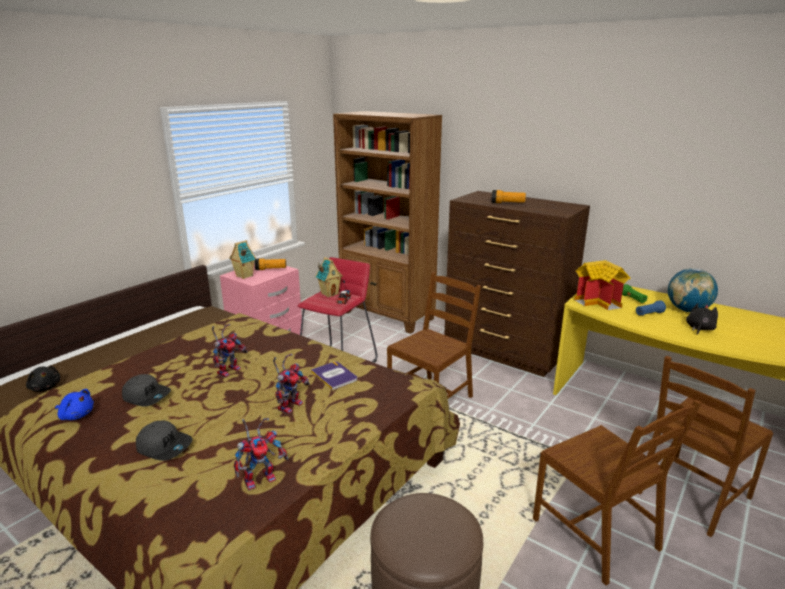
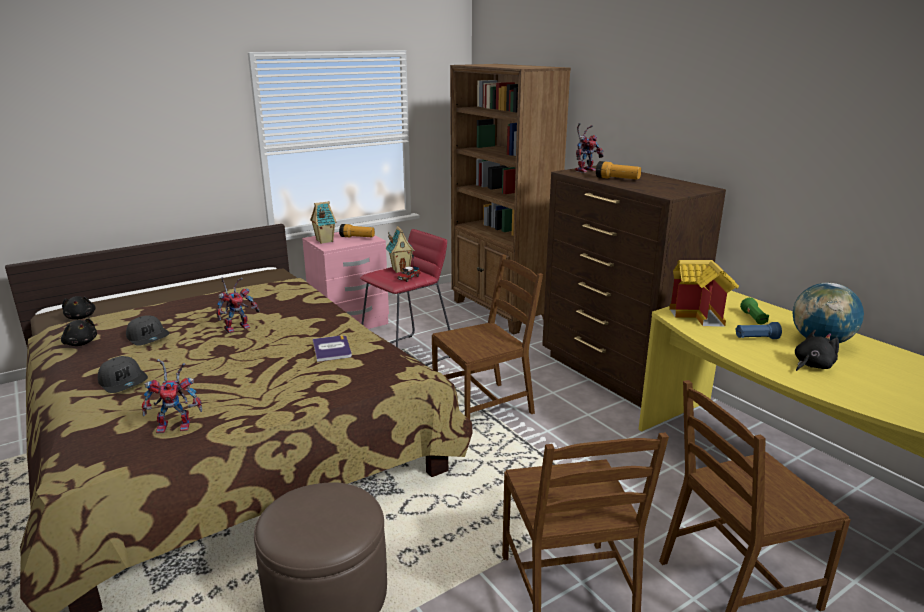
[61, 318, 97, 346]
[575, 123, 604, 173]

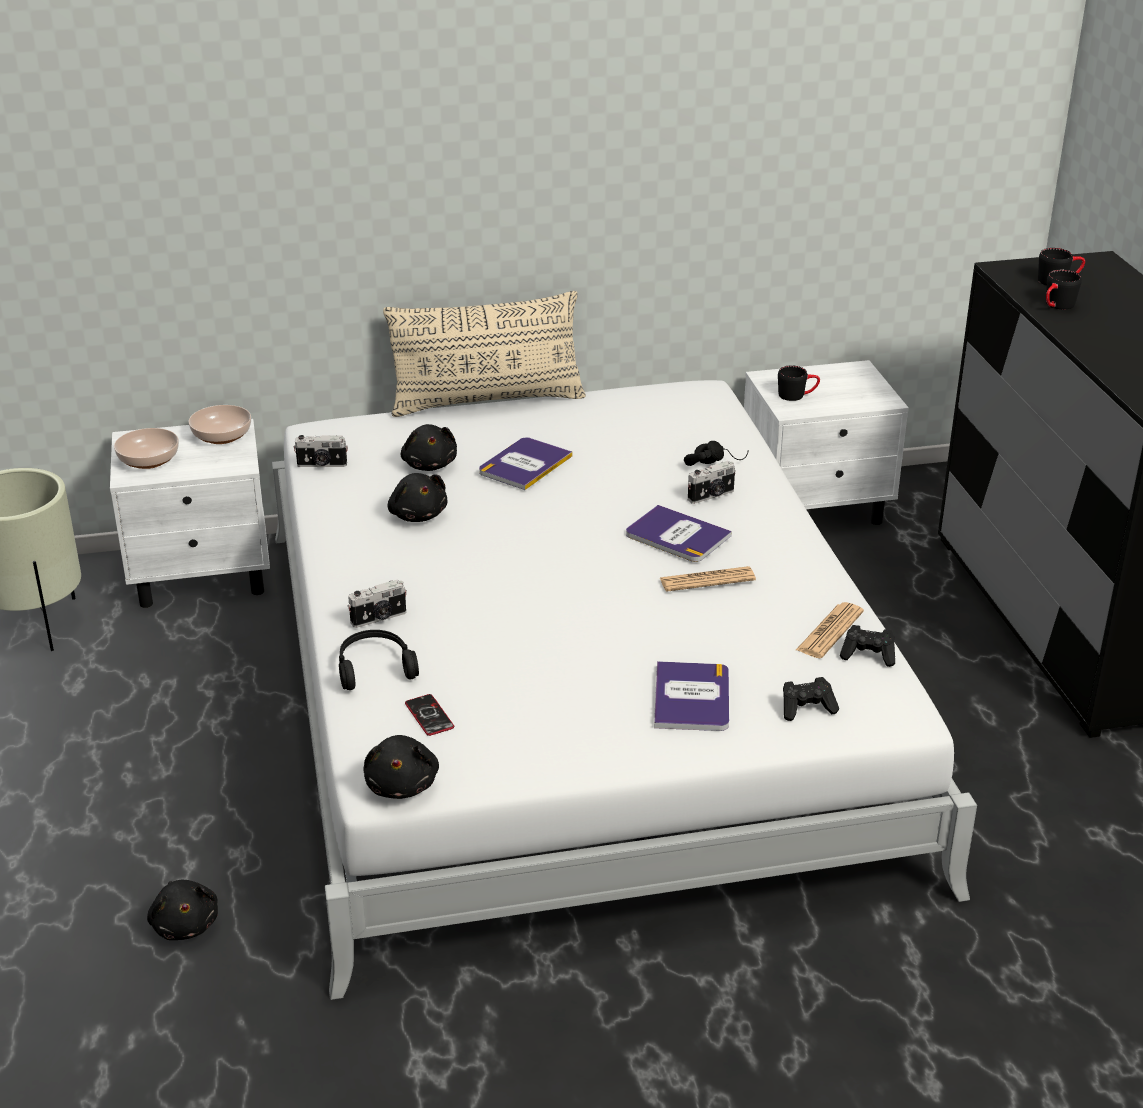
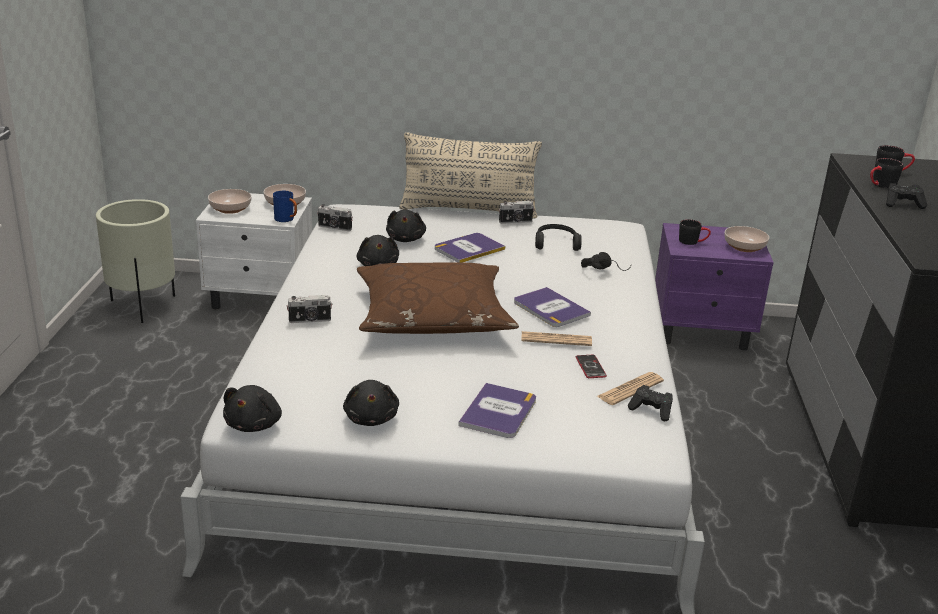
[343, 380, 399, 426]
[535, 224, 582, 251]
[575, 355, 607, 378]
[499, 201, 534, 224]
[655, 223, 774, 350]
[886, 183, 927, 209]
[273, 191, 297, 222]
[357, 263, 519, 334]
[724, 226, 769, 252]

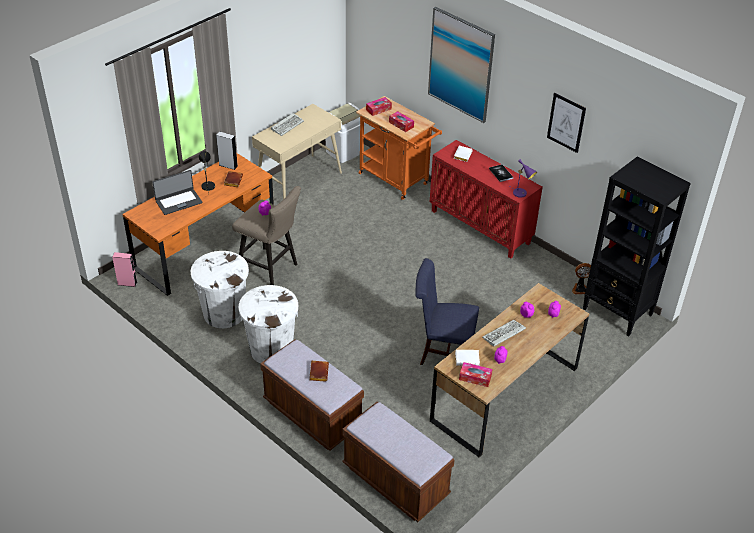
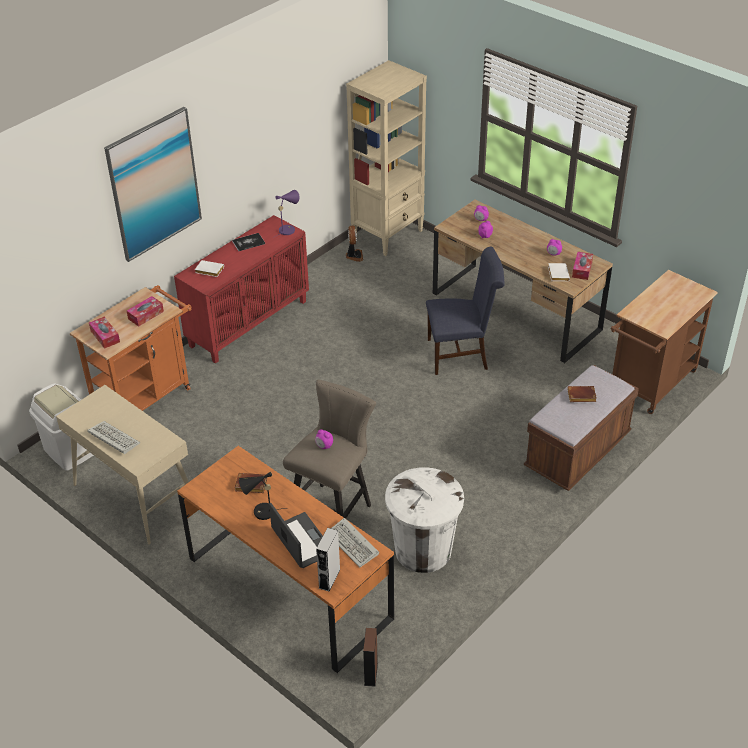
[363, 628, 378, 687]
[316, 528, 341, 592]
[238, 285, 298, 363] (first image)
[611, 270, 718, 414]
[426, 247, 505, 375]
[331, 518, 379, 567]
[547, 93, 586, 153] (first image)
[346, 60, 427, 256]

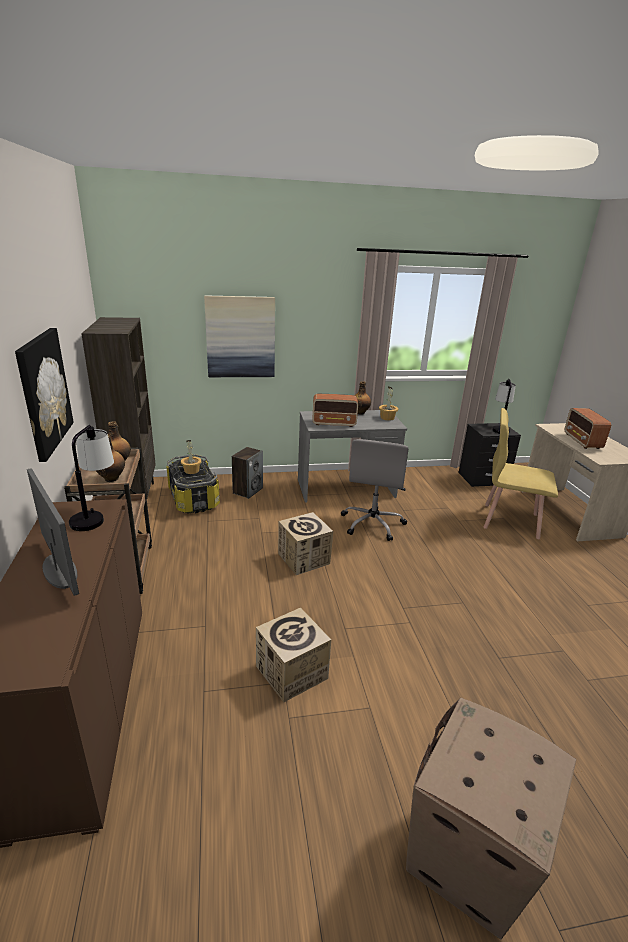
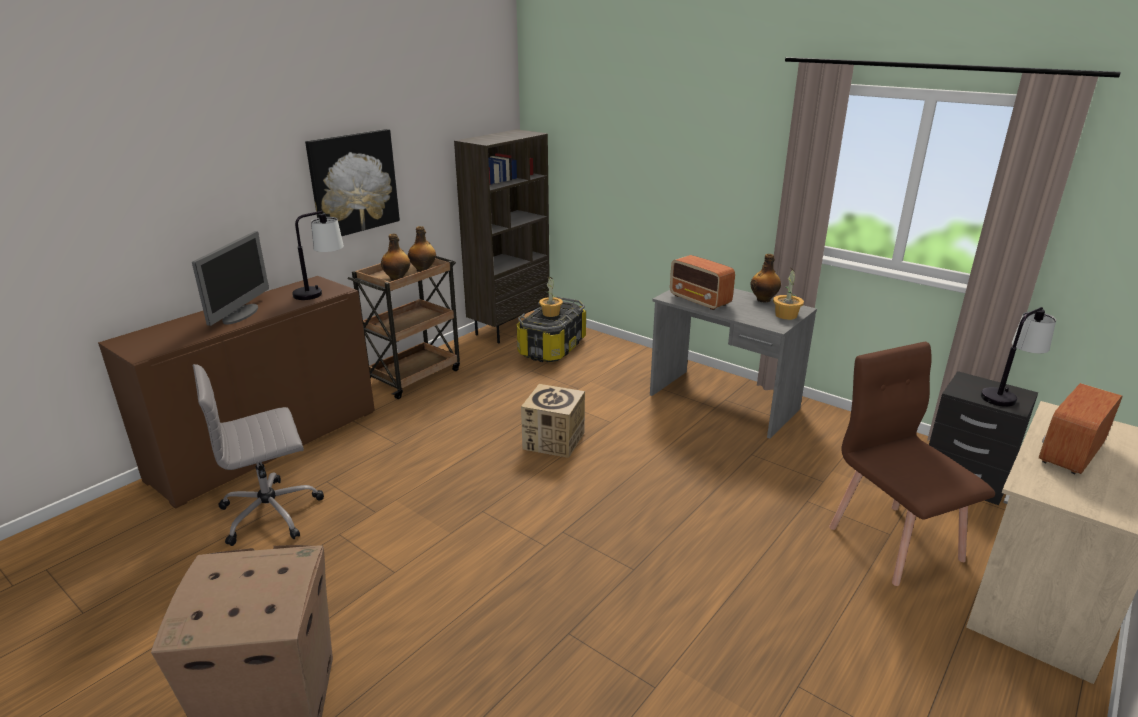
[204, 295, 275, 377] (first image)
[232, 447, 263, 499] (first image)
[256, 608, 331, 702] (first image)
[193, 364, 324, 546]
[829, 342, 995, 586]

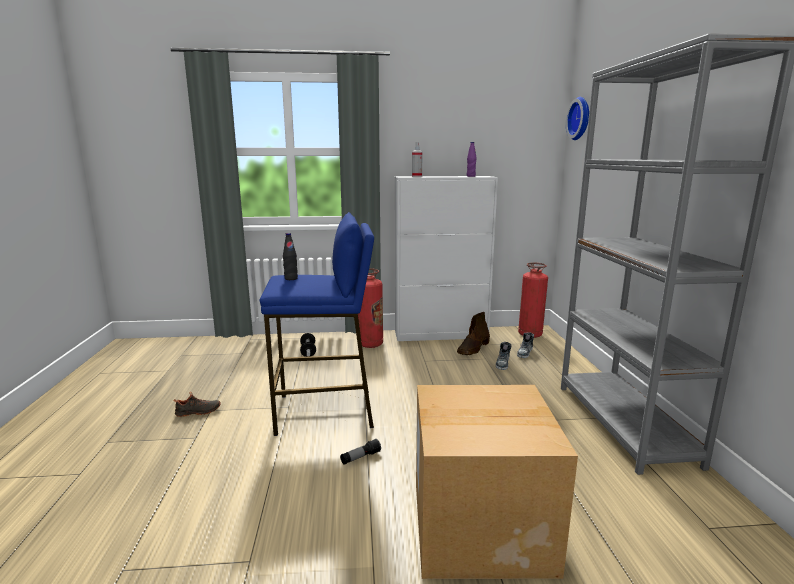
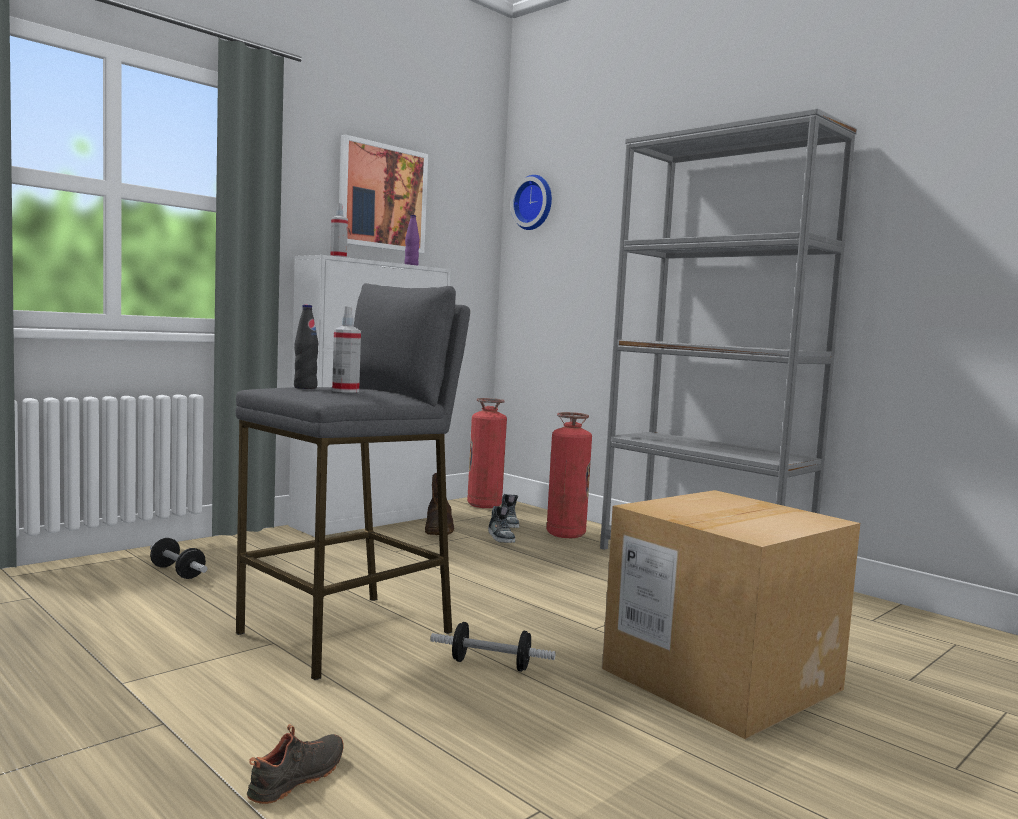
[247, 724, 344, 804]
[236, 283, 470, 680]
[430, 622, 556, 672]
[547, 412, 592, 538]
[332, 307, 361, 393]
[339, 134, 428, 253]

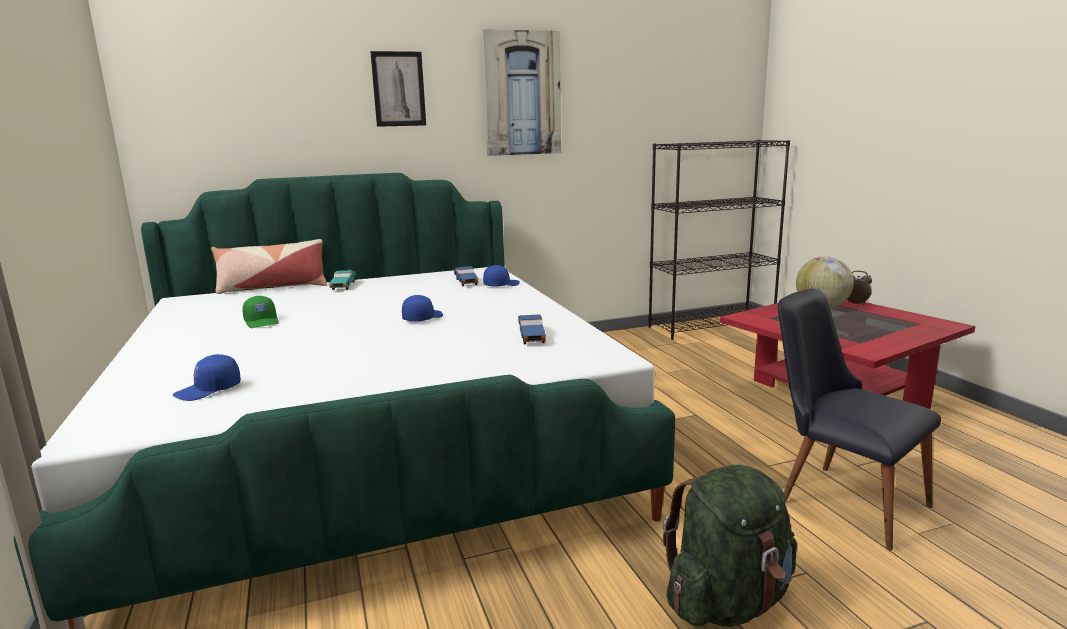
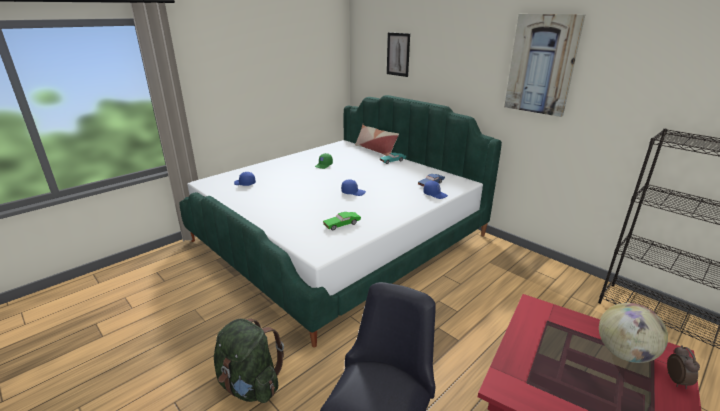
[387, 32, 410, 77]
[323, 212, 361, 230]

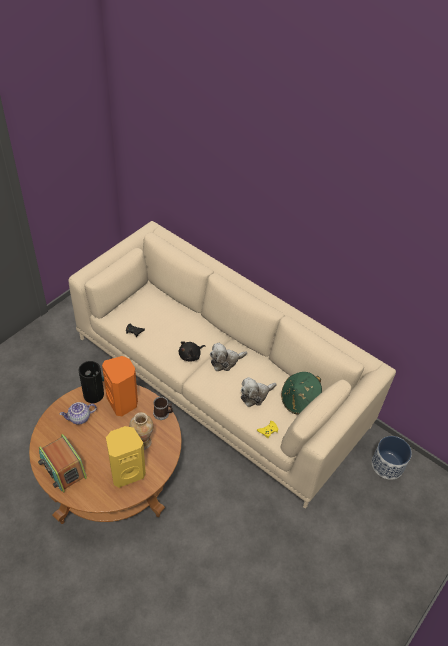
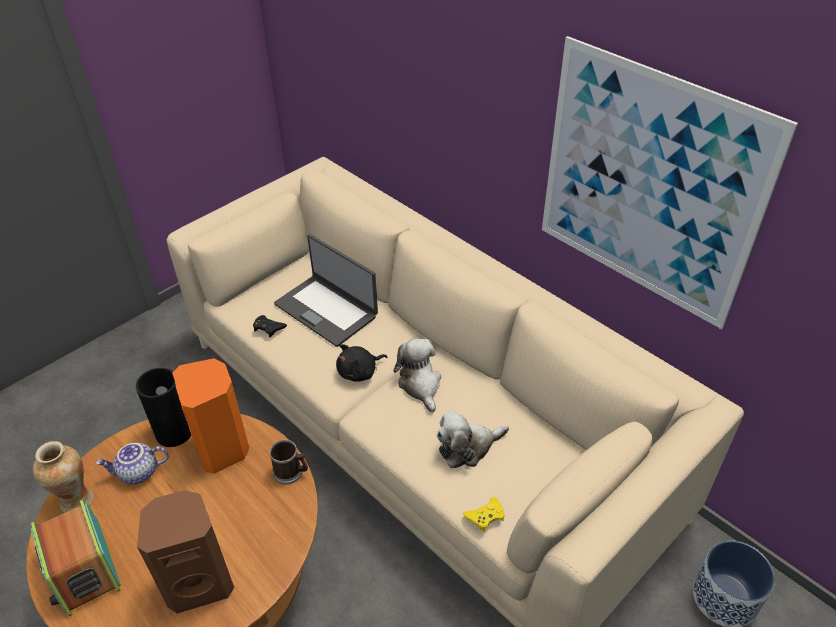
[137, 490, 234, 614]
[33, 441, 93, 512]
[393, 339, 441, 413]
[281, 372, 322, 415] (first image)
[274, 234, 378, 347]
[542, 36, 798, 329]

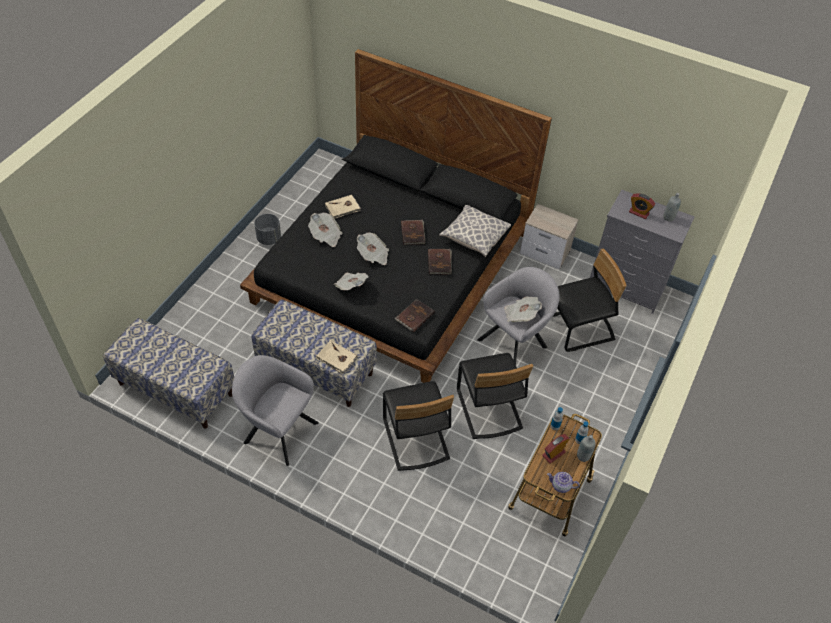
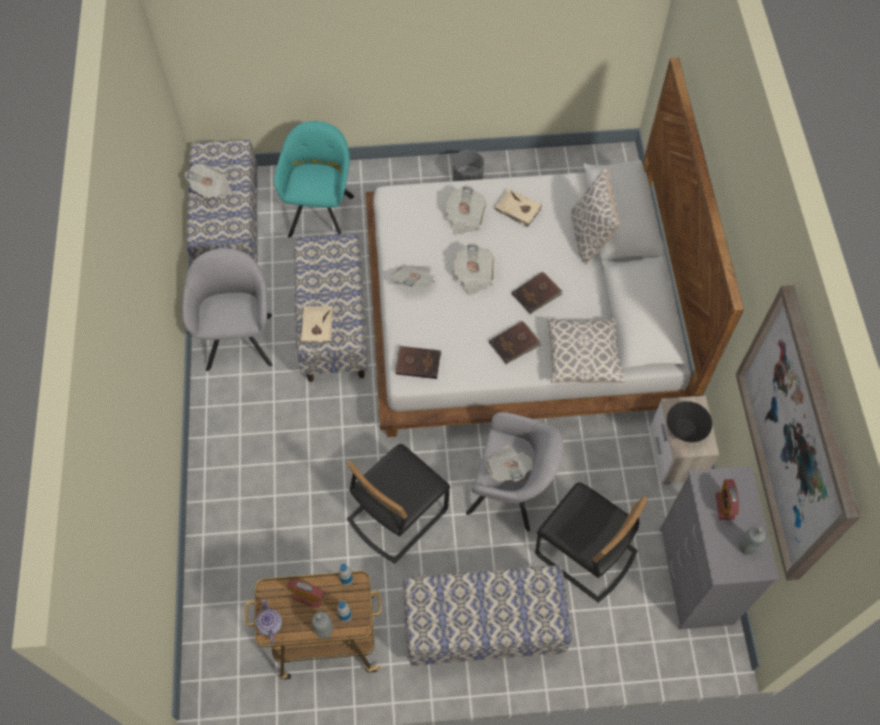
[365, 58, 744, 437]
[383, 381, 454, 471] (first image)
[185, 163, 232, 198]
[274, 121, 354, 238]
[404, 566, 572, 666]
[571, 167, 620, 263]
[667, 401, 712, 442]
[736, 285, 861, 581]

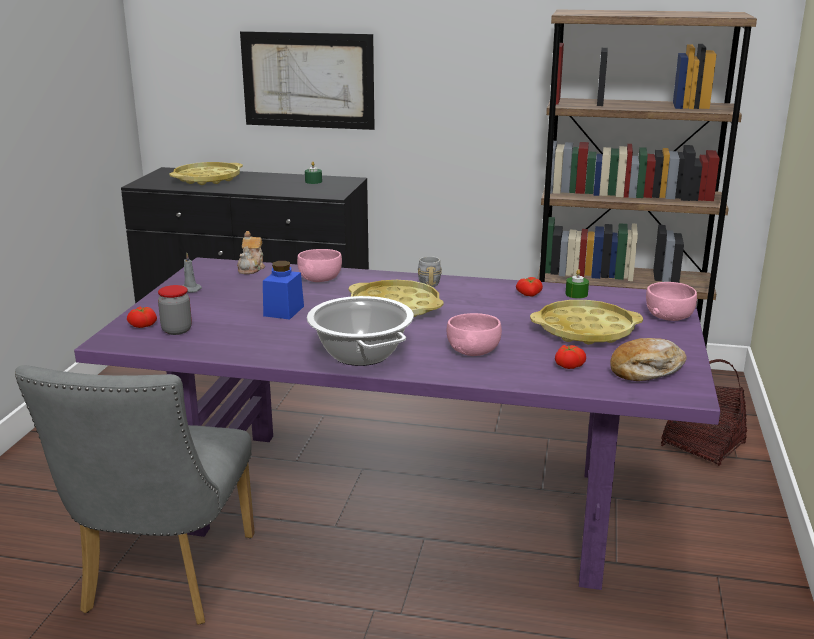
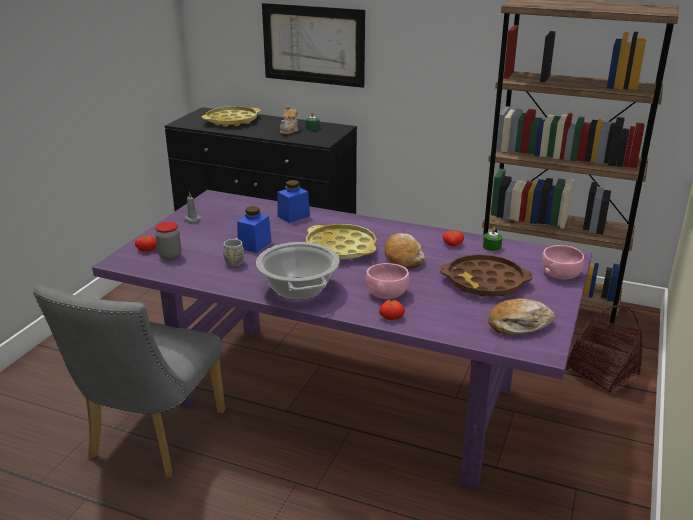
[280, 105, 299, 134]
[277, 180, 310, 223]
[223, 238, 244, 267]
[440, 254, 533, 297]
[379, 300, 405, 320]
[385, 233, 425, 268]

